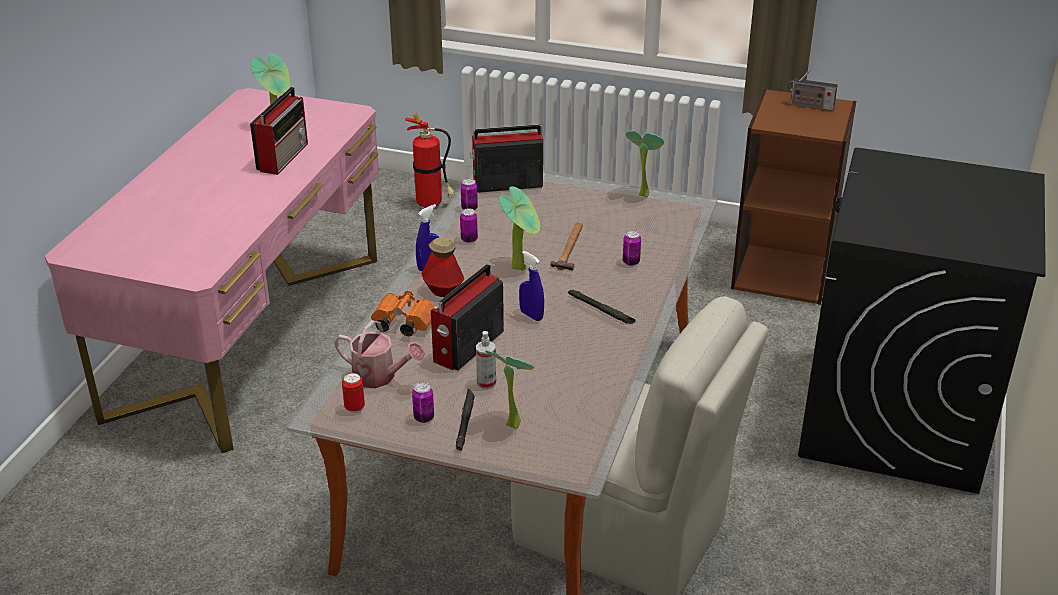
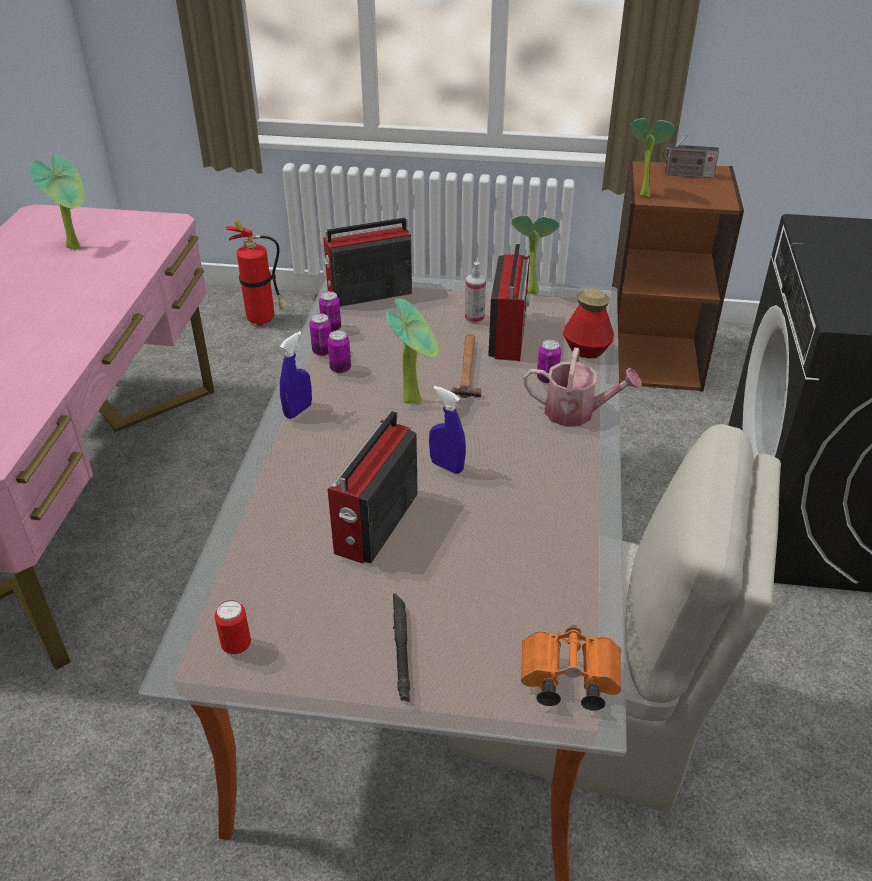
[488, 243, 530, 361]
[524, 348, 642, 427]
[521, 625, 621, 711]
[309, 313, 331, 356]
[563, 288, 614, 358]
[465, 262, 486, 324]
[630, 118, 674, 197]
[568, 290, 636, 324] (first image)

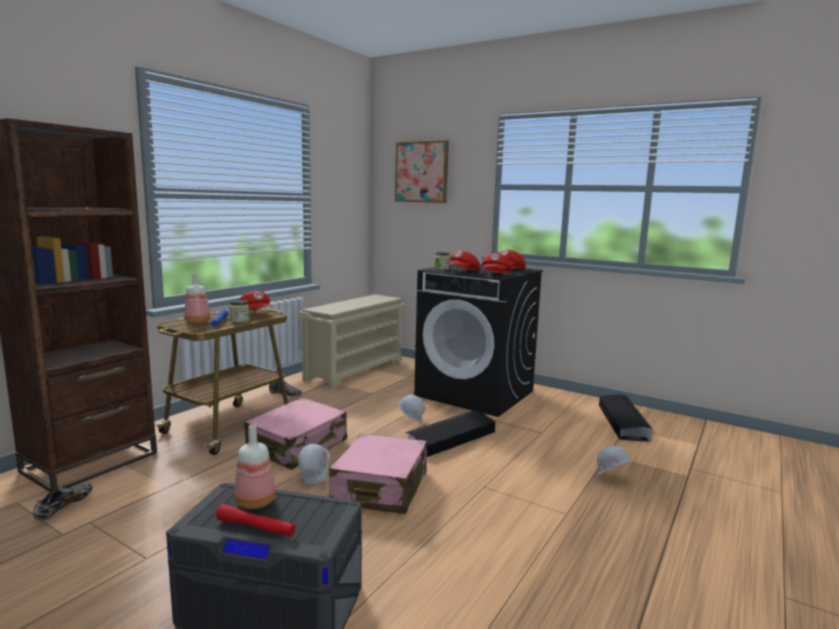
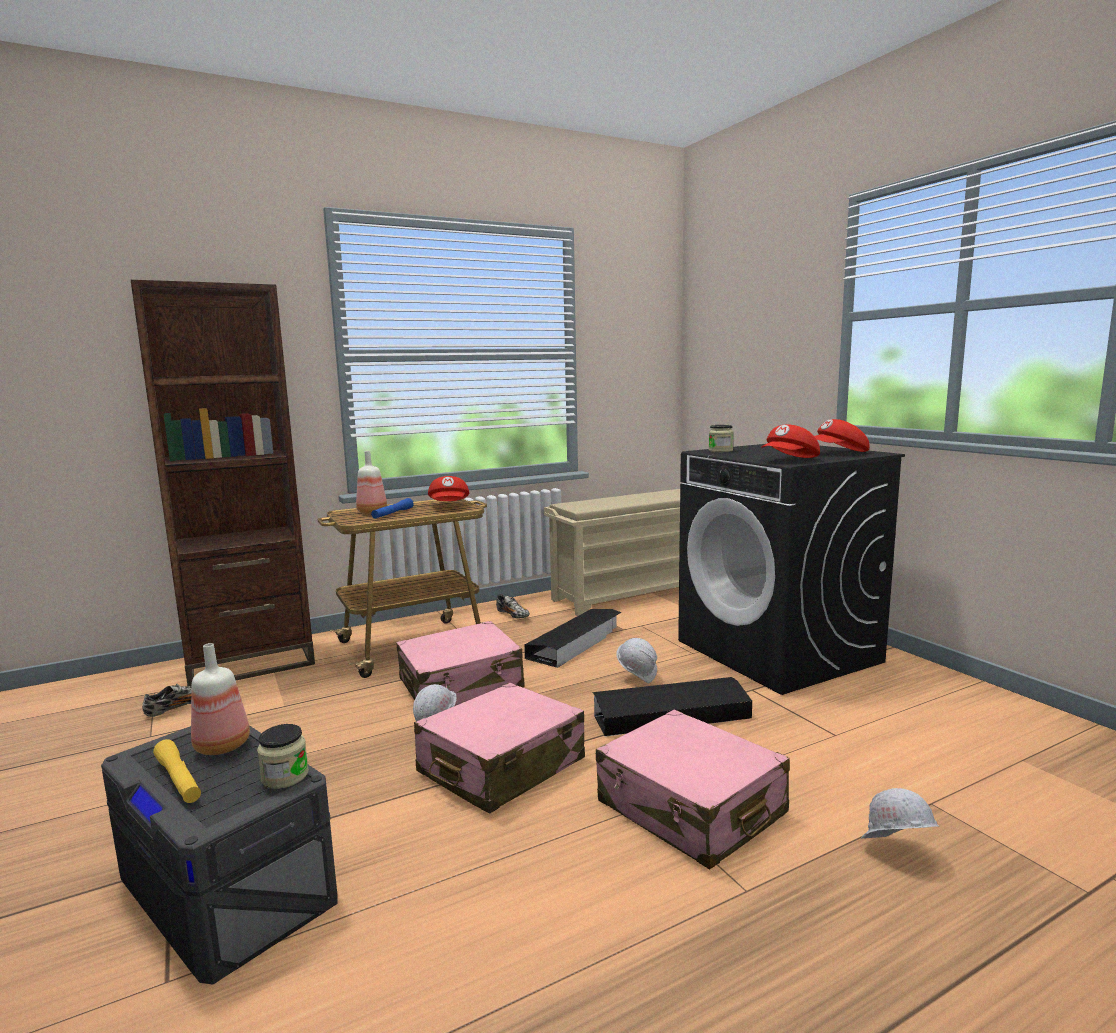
[153, 739, 201, 803]
[257, 724, 309, 789]
[395, 140, 449, 203] (first image)
[446, 251, 480, 271] (first image)
[524, 609, 621, 668]
[596, 710, 790, 869]

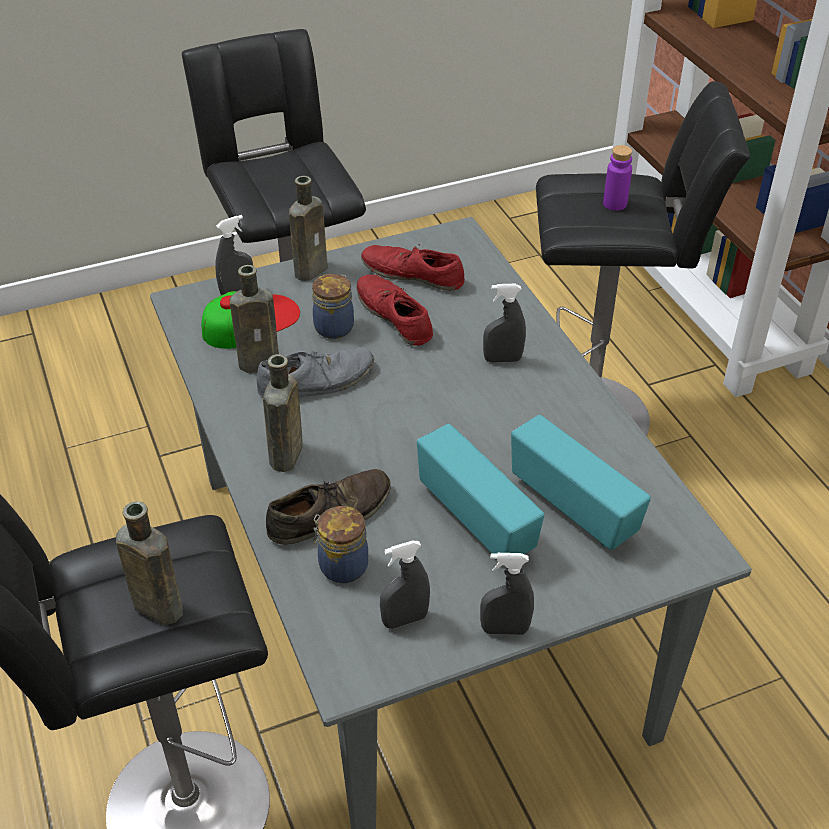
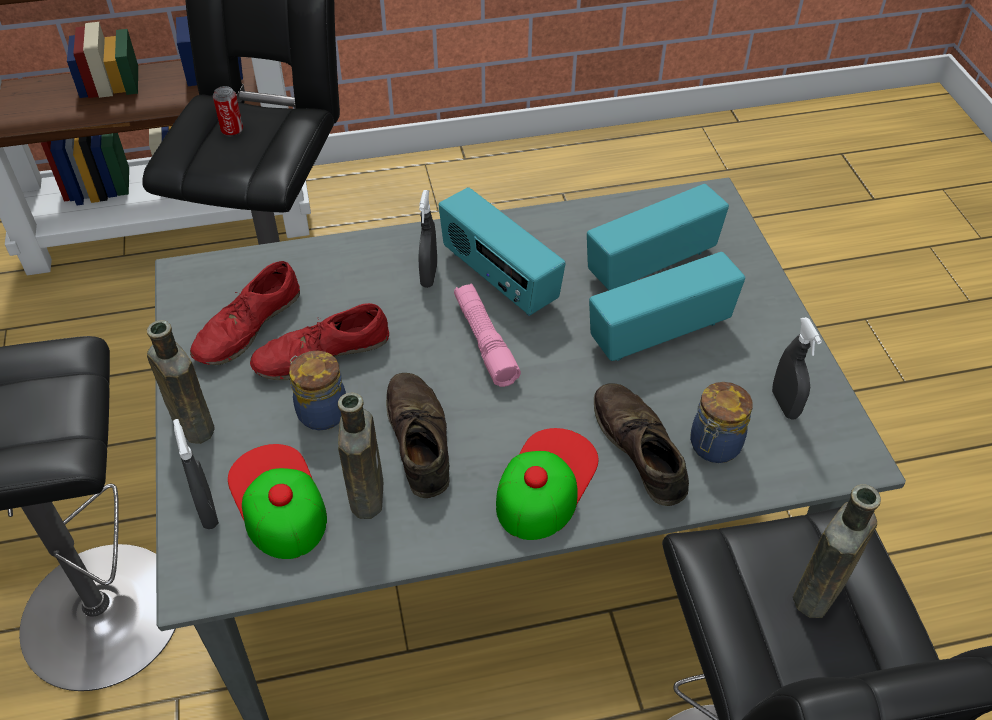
[386, 373, 450, 498]
[496, 428, 599, 540]
[480, 553, 534, 635] (first image)
[213, 86, 243, 137]
[439, 187, 566, 316]
[454, 283, 521, 387]

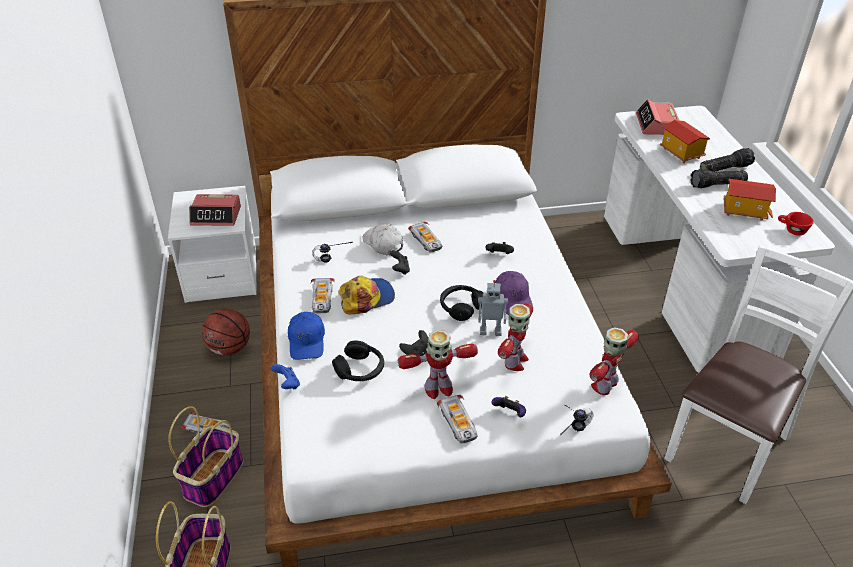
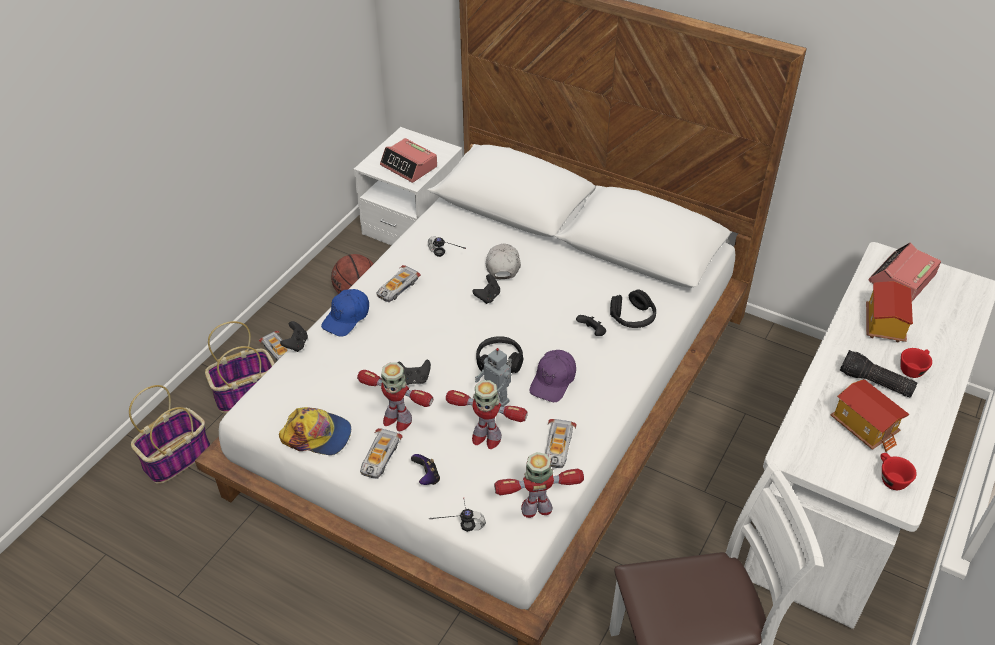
[280, 321, 308, 352]
[610, 290, 656, 328]
[279, 407, 351, 455]
[545, 419, 577, 468]
[446, 380, 528, 449]
[901, 348, 932, 378]

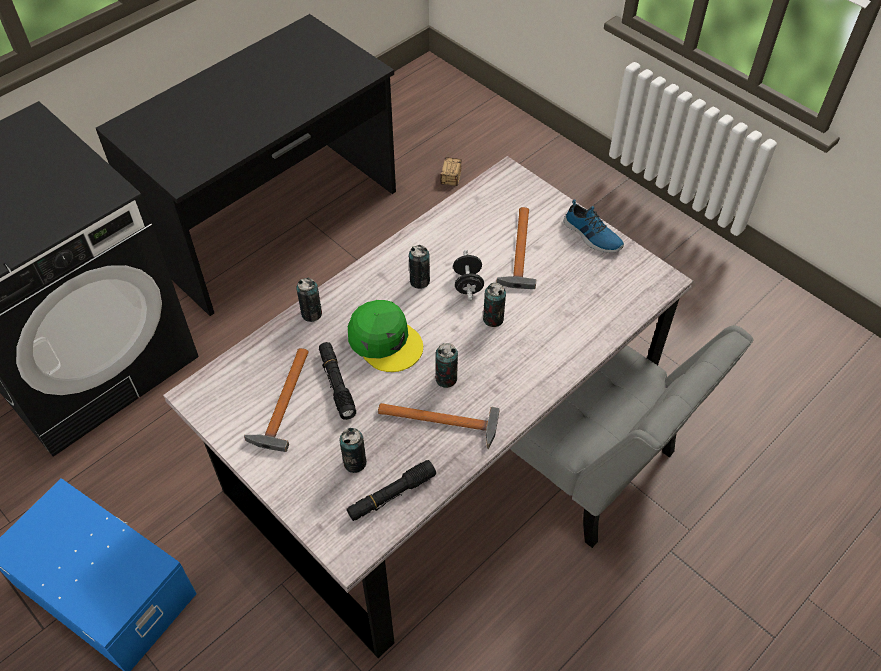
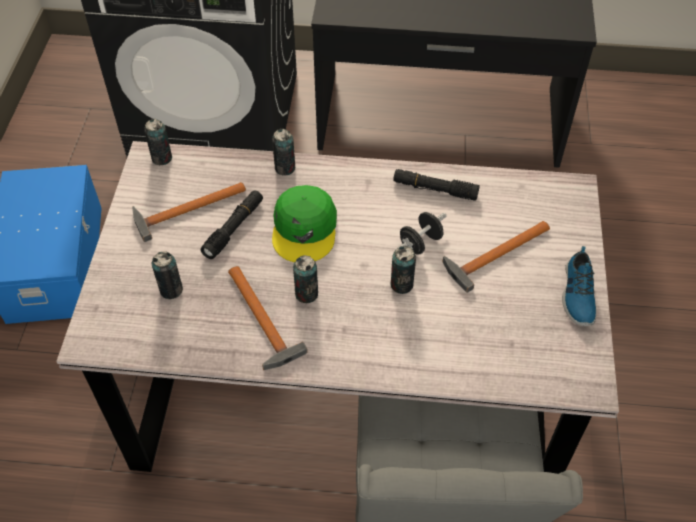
[393, 169, 480, 201]
[144, 119, 172, 165]
[440, 157, 462, 186] (first image)

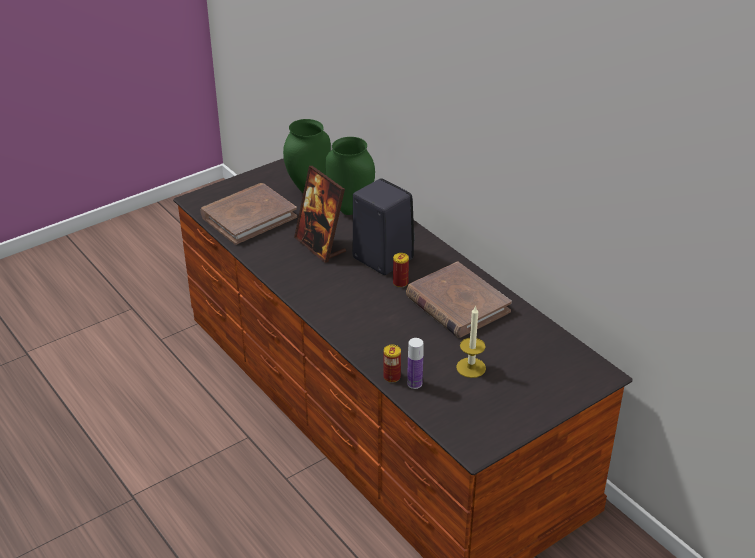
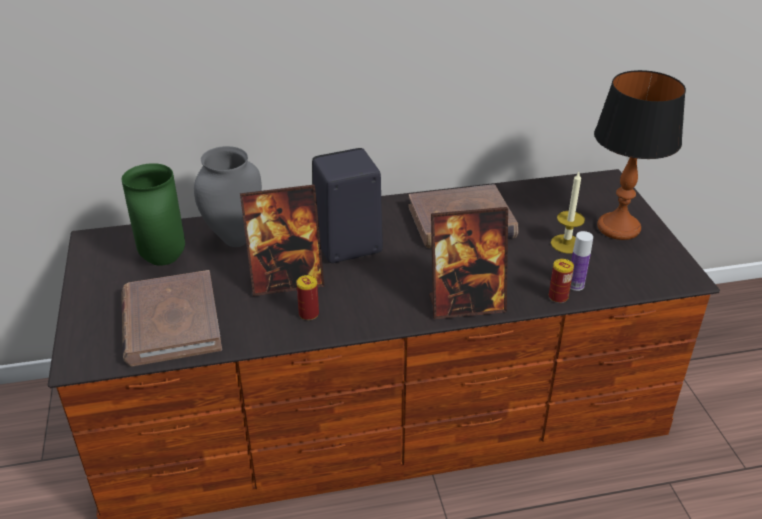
[194, 146, 262, 247]
[296, 275, 319, 320]
[429, 207, 508, 320]
[594, 70, 686, 240]

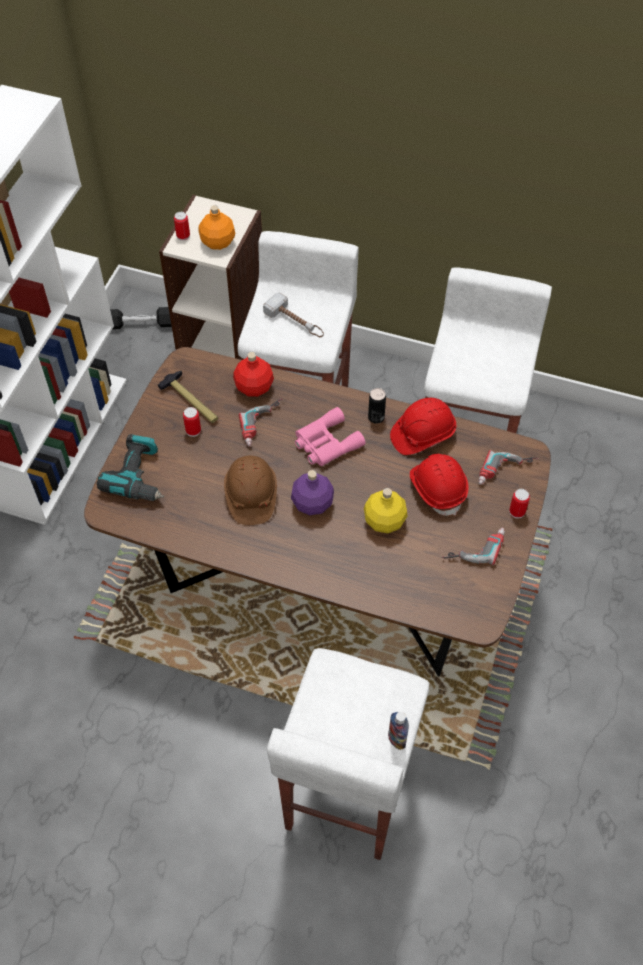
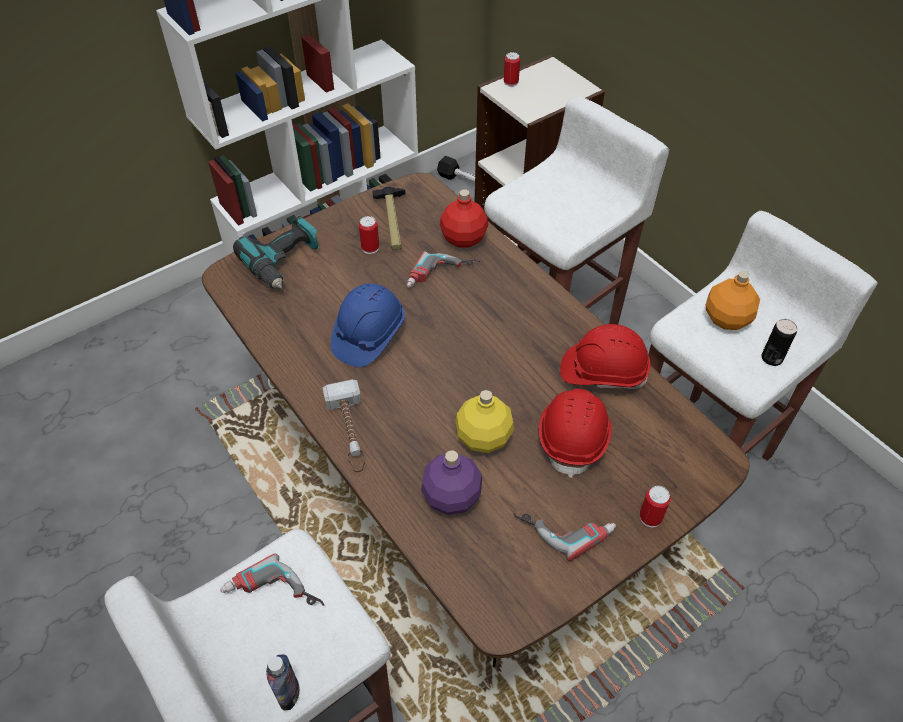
[706, 271, 760, 330]
[331, 284, 405, 367]
[322, 379, 365, 472]
[421, 450, 482, 515]
[295, 407, 366, 466] (first image)
[761, 319, 798, 366]
[220, 554, 324, 606]

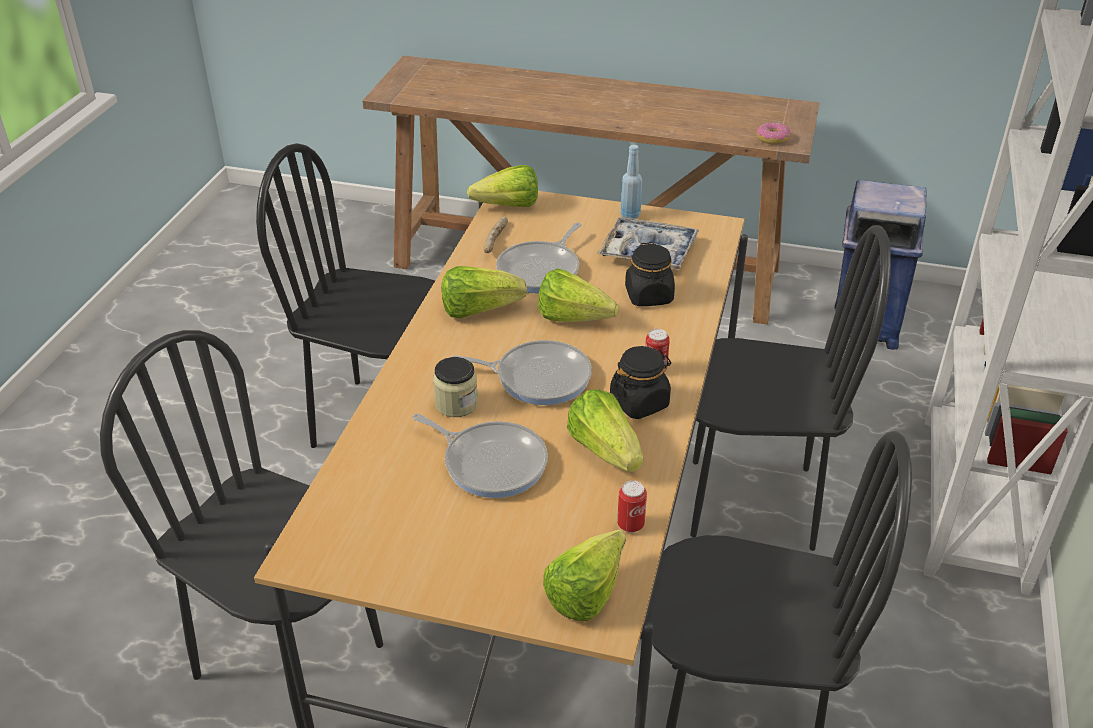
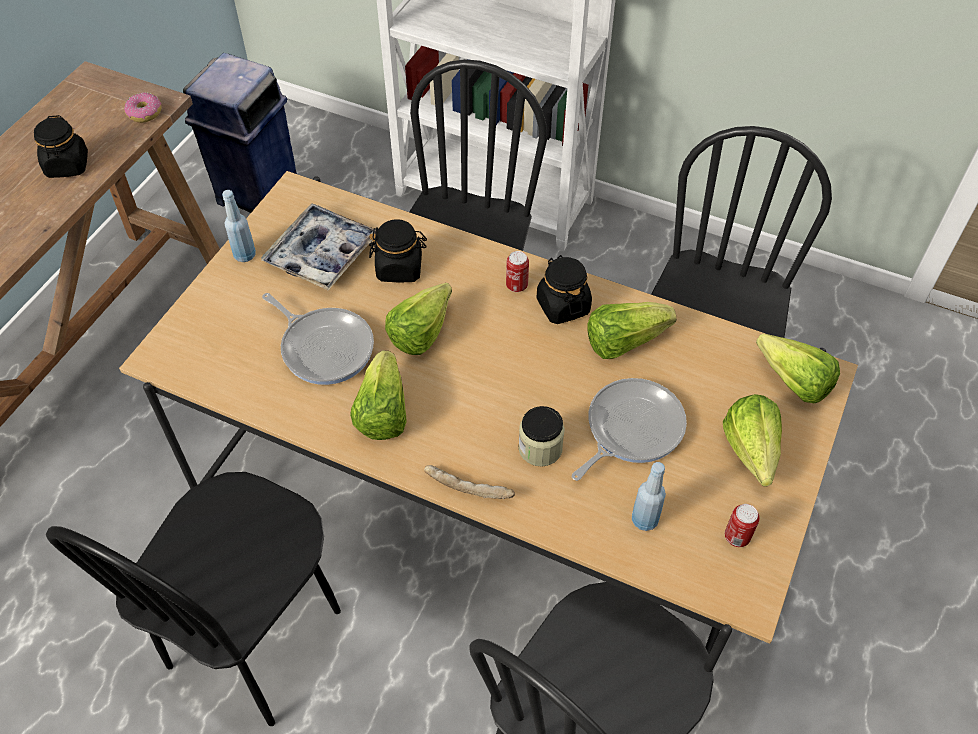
[452, 340, 592, 405] (first image)
[723, 394, 782, 486]
[424, 465, 515, 499]
[725, 504, 760, 547]
[34, 115, 88, 178]
[632, 462, 666, 531]

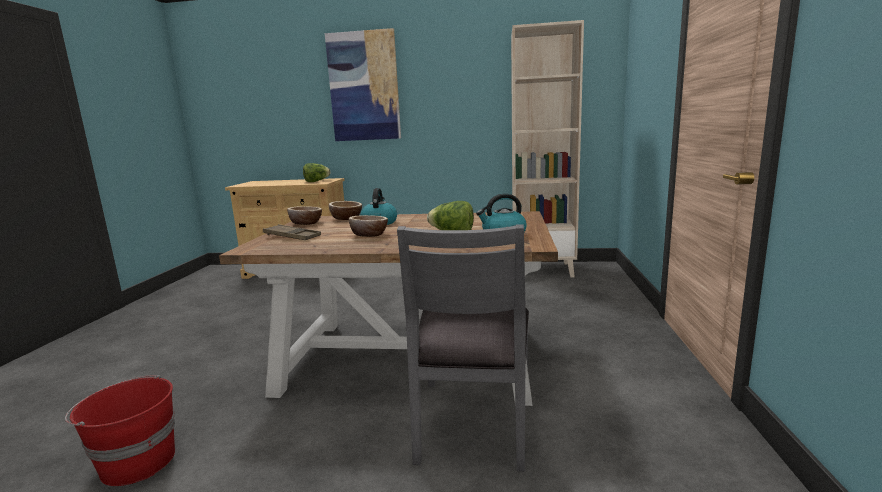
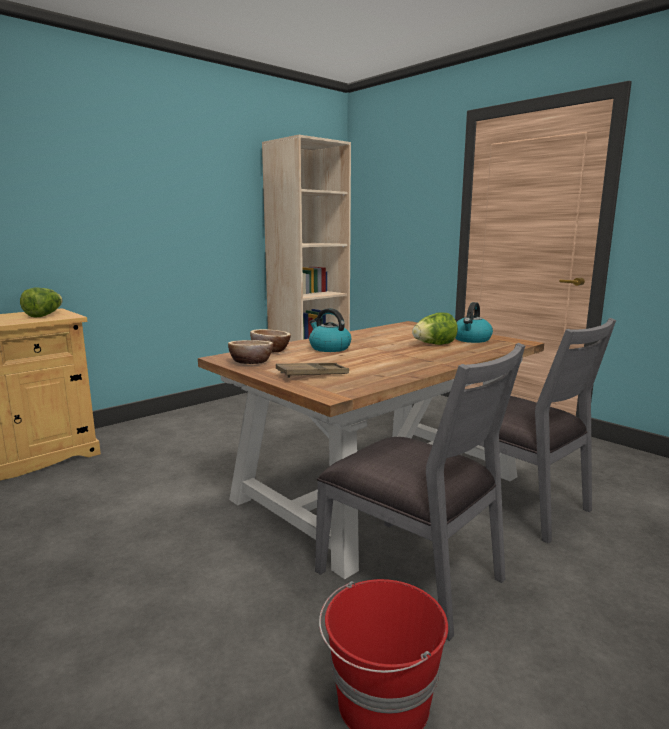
[325, 28, 401, 141] (first image)
[349, 215, 388, 237] (first image)
[315, 343, 525, 641]

